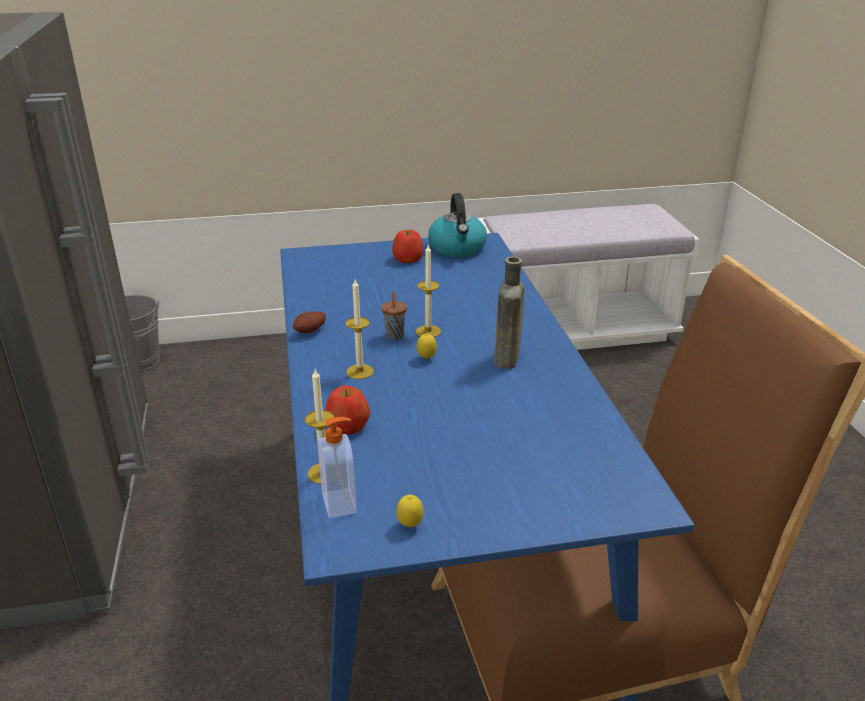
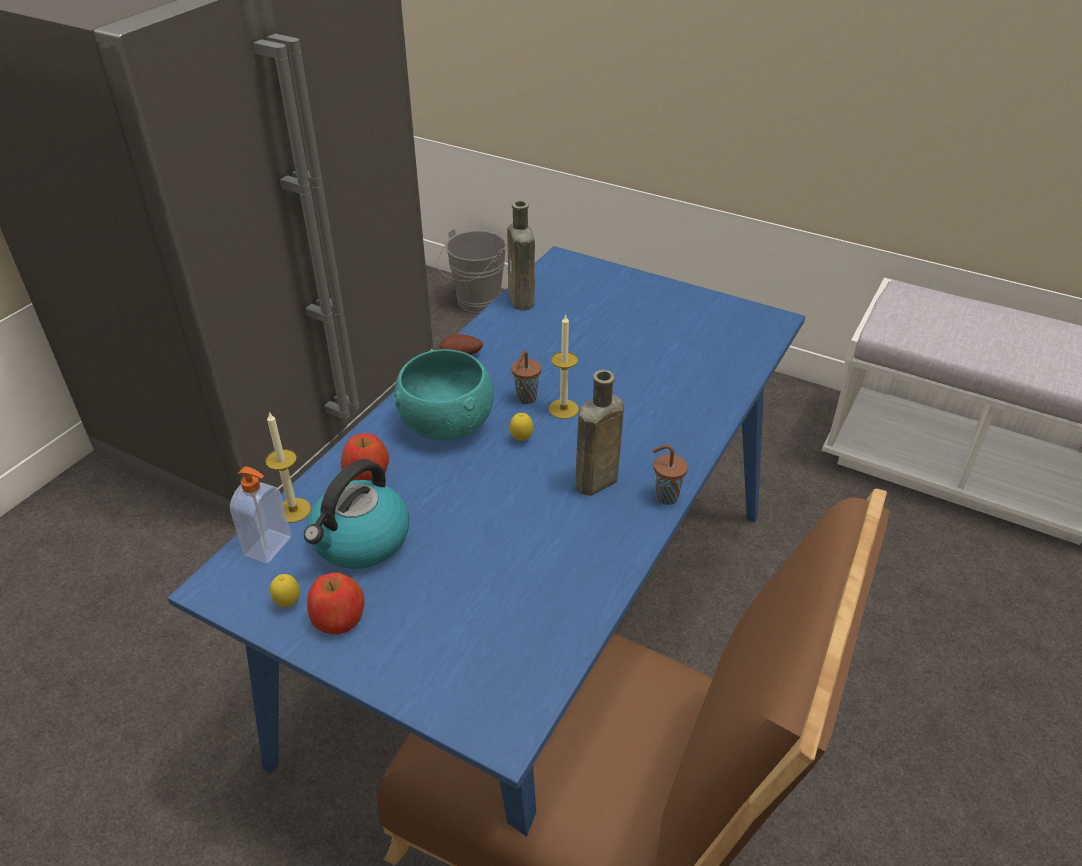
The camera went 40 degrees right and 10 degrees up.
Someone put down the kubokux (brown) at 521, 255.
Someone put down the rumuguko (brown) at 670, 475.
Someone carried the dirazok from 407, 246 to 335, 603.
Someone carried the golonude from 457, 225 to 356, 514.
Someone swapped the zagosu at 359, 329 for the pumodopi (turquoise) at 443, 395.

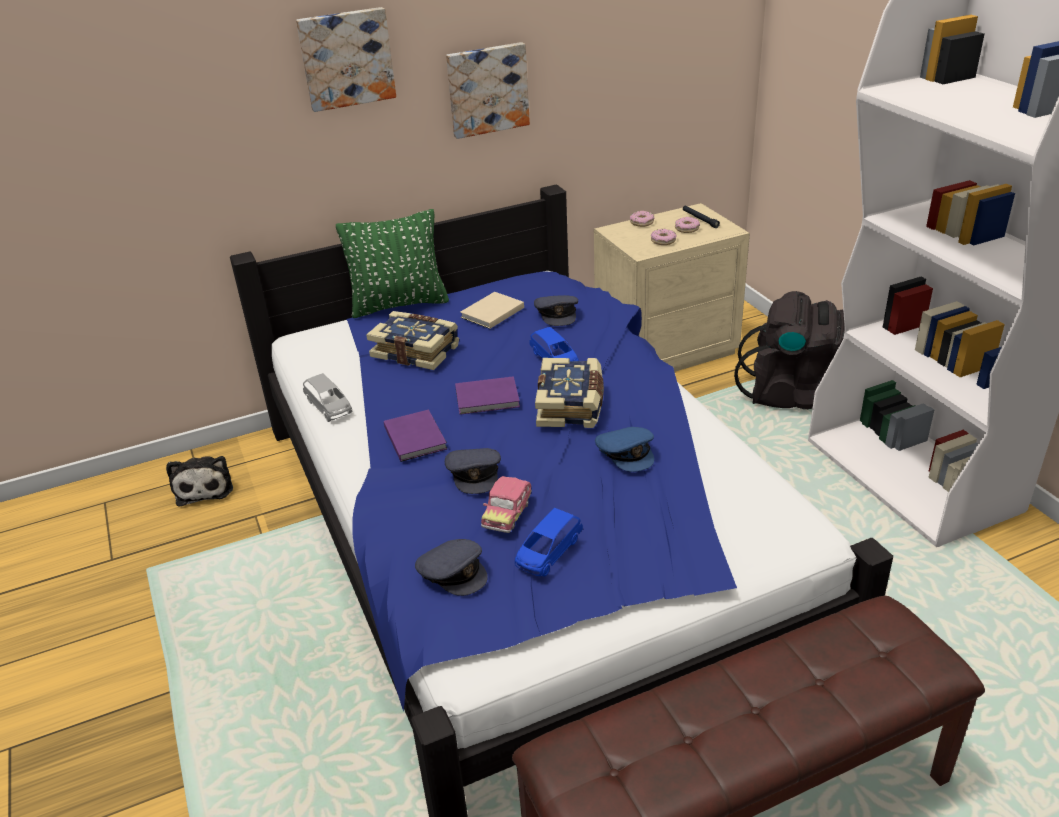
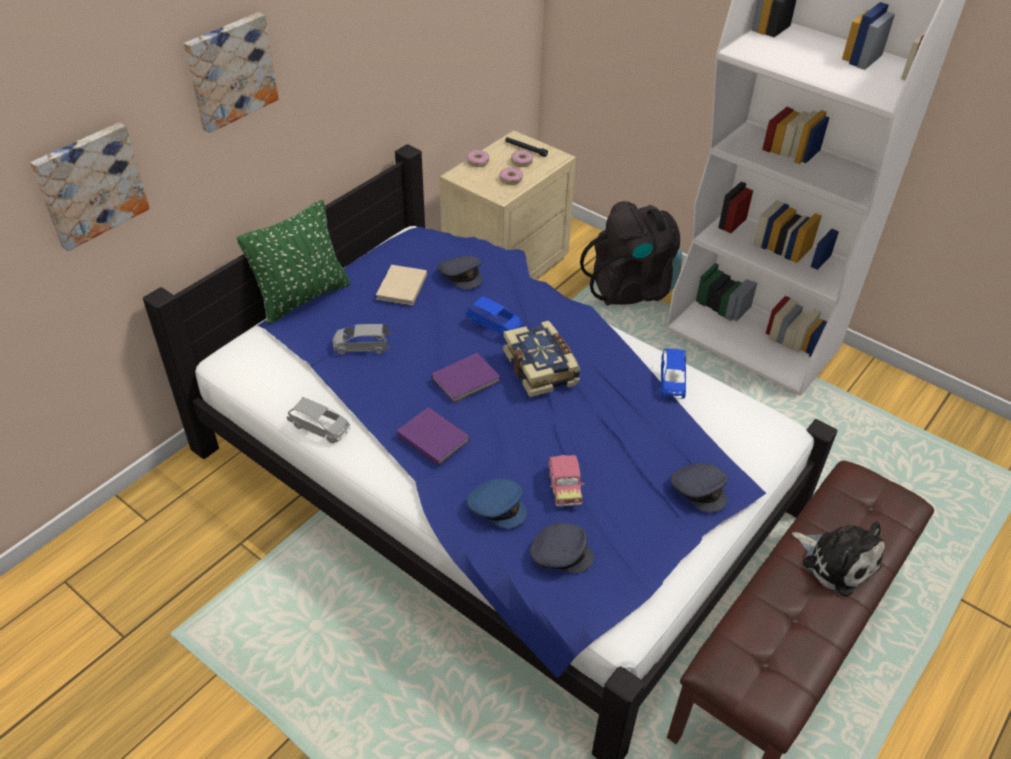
The camera went 30 degrees left and 10 degrees up.
Someone carried the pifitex from 199, 481 to 838, 559.
Someone carried the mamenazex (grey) from 473, 471 to 699, 487.
Someone carried the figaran from 488, 90 to 90, 186.
Someone carried the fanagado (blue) from 549, 542 to 673, 374.
Someone carried the mamenazex (blue) from 624, 449 to 497, 503.
Someone swapped the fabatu at 412, 340 for the fanagado (grey) at 362, 339.

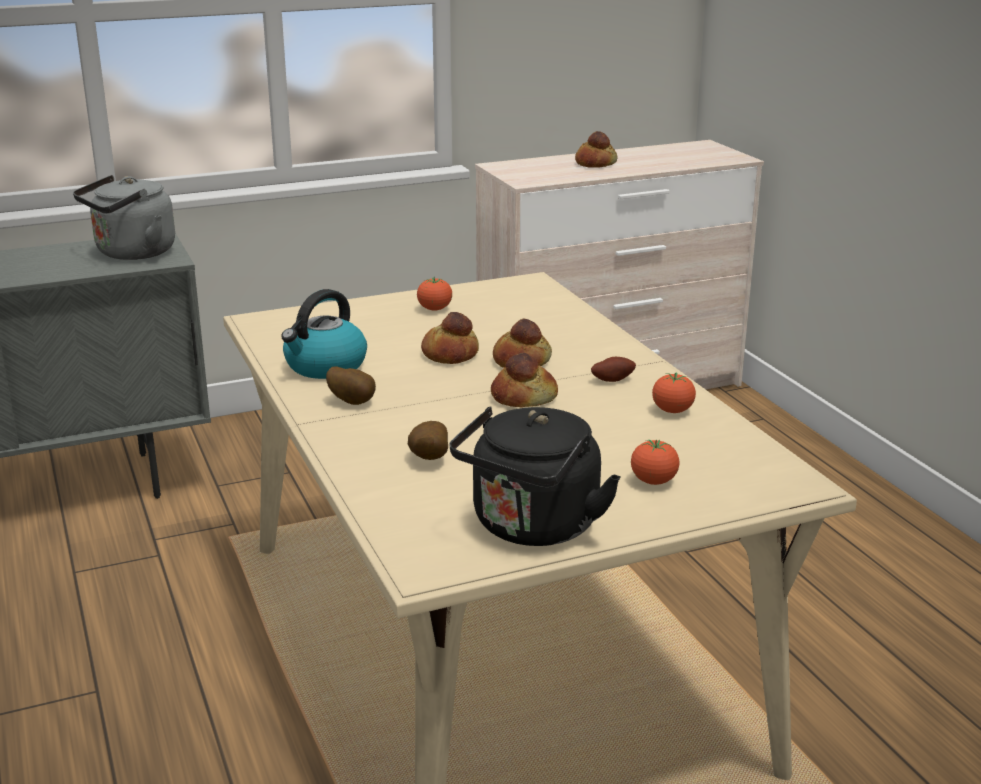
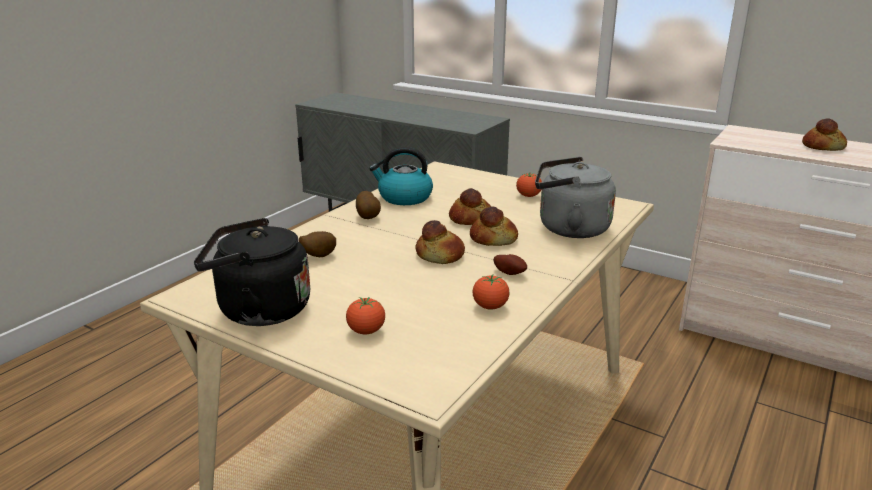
The camera went 55 degrees right and 0 degrees up.
Someone carried the golonude (grey) from 124, 217 to 575, 197.

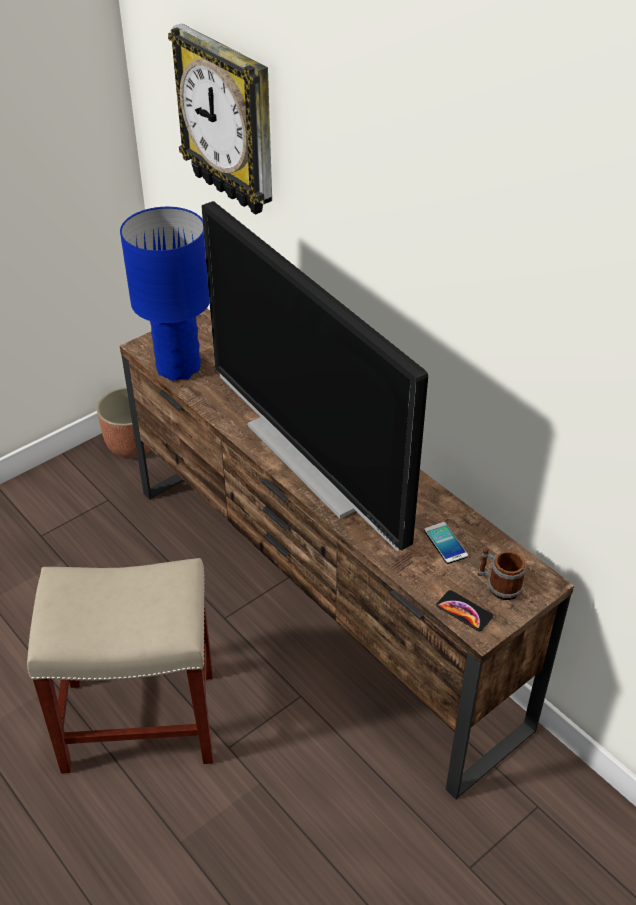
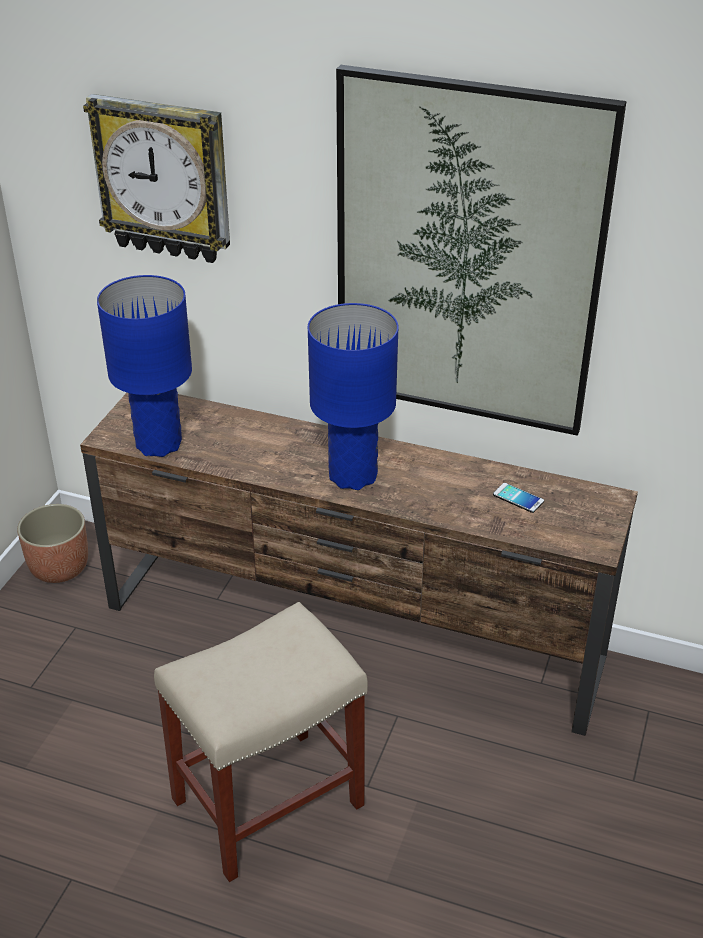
The camera went 30 degrees left and 5 degrees down.
Someone took away the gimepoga at 464, 610.
Someone took away the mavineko at 501, 573.
Someone put up the figaran at 481, 250.
Someone swapped the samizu at 315, 376 for the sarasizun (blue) at 353, 396.

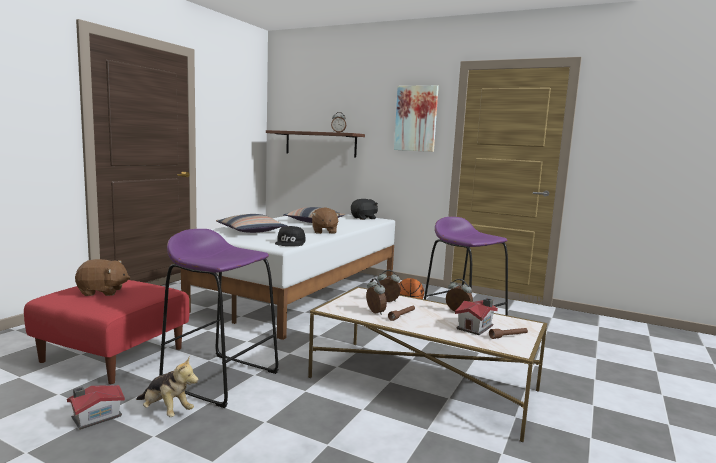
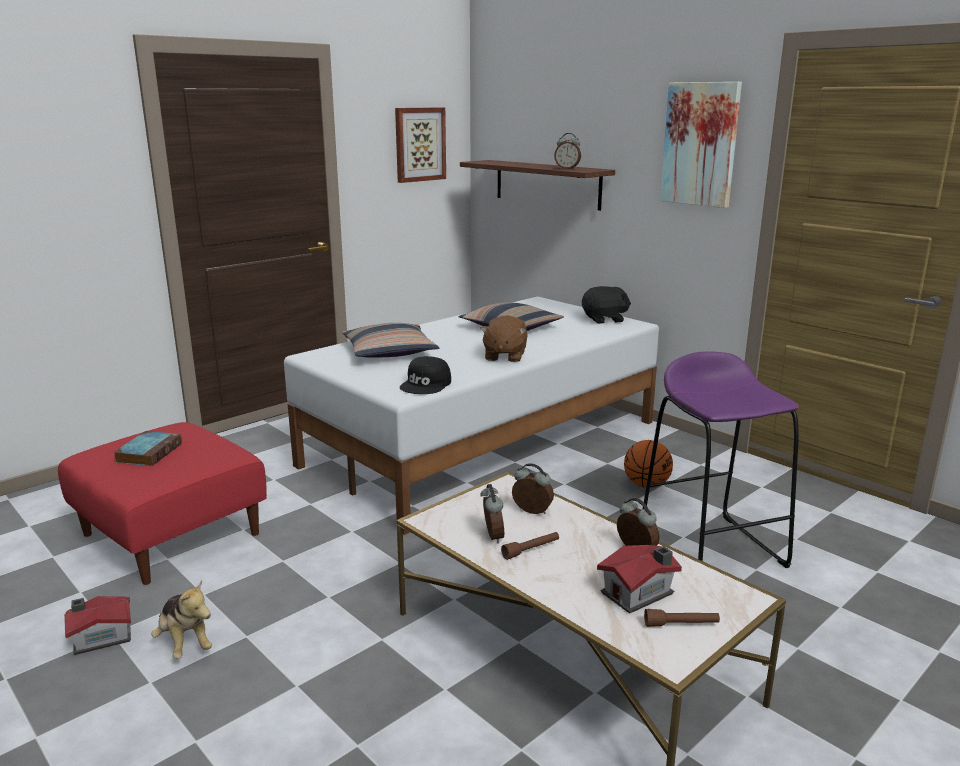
The camera went 20 degrees right and 10 degrees up.
Someone took away the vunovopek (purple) at 218, 318.
Someone put up the figaran at 420, 145.
Someone swapped the pifitex (brown) at 102, 277 for the fabatu at 148, 448.

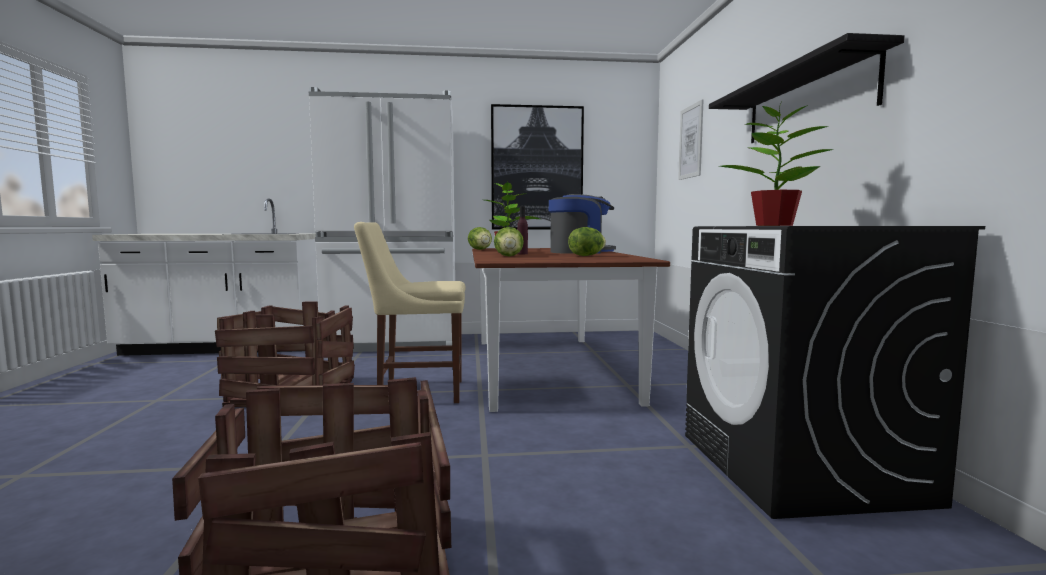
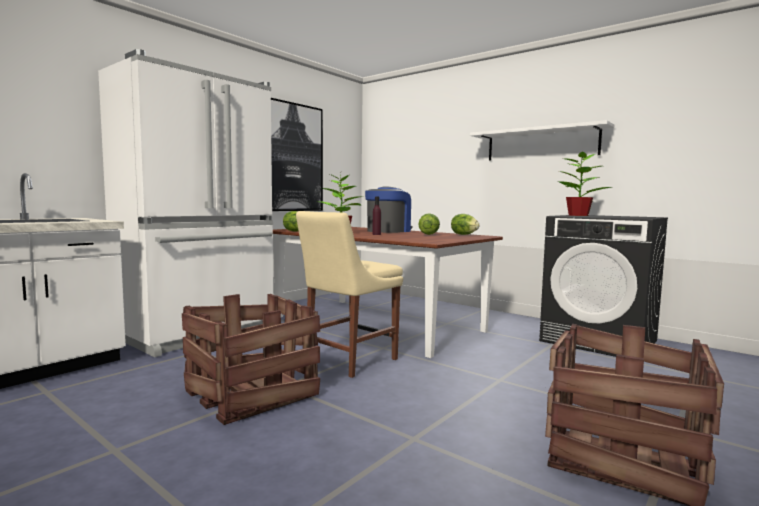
The camera went 45 degrees left and 0 degrees up.
Someone took away the figaran at 691, 140.
Someone carried the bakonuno from 509, 241 to 465, 224.
Someone repainted the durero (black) at 807, 88, which became the durero (white) at 542, 140.

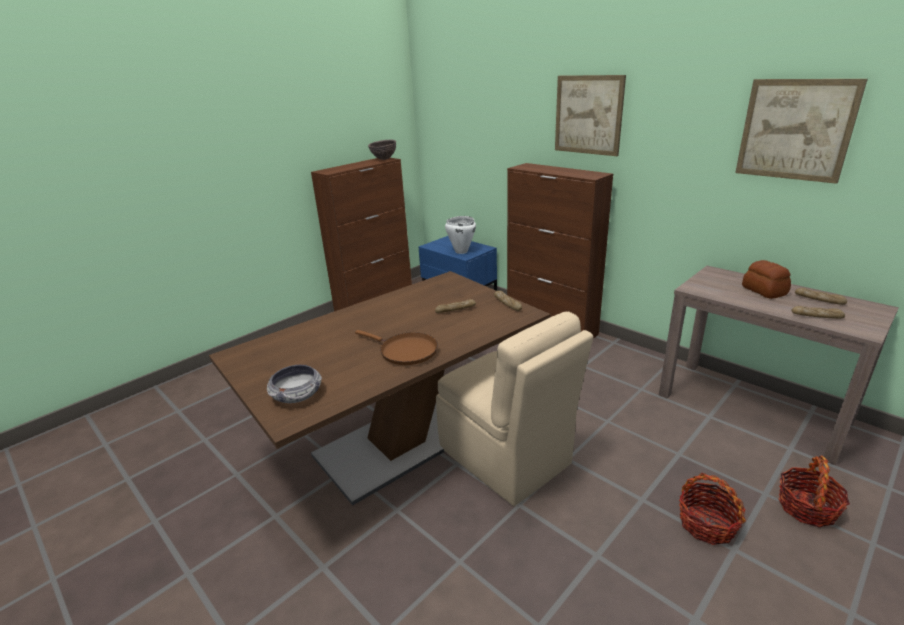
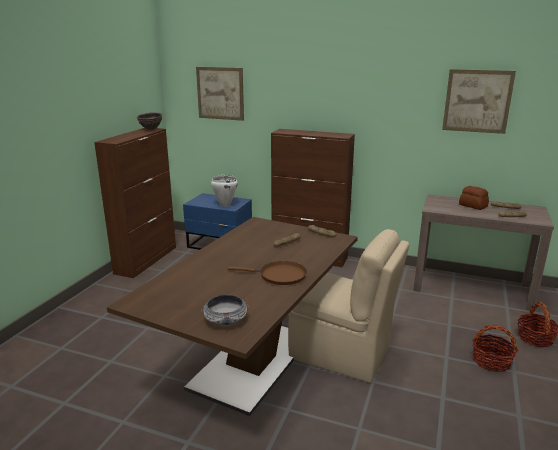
The camera went 25 degrees left and 5 degrees down.
Someone carried the figaran from 590, 115 to 220, 94.

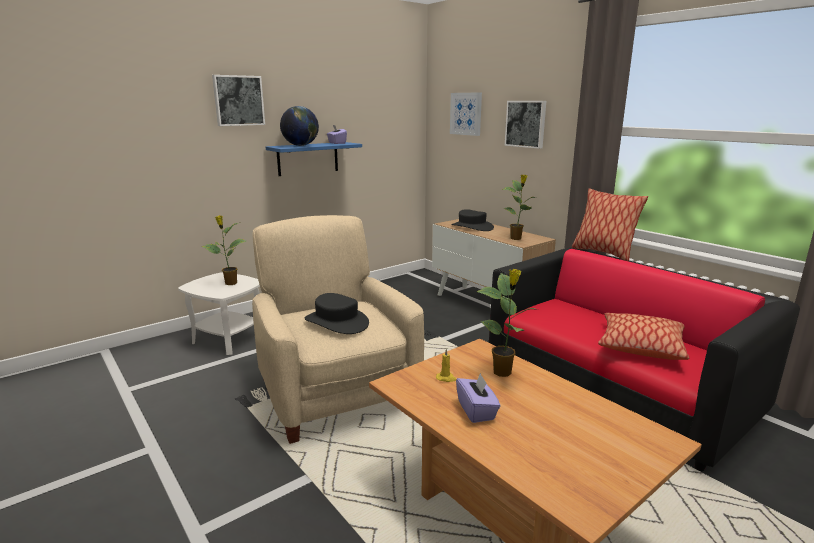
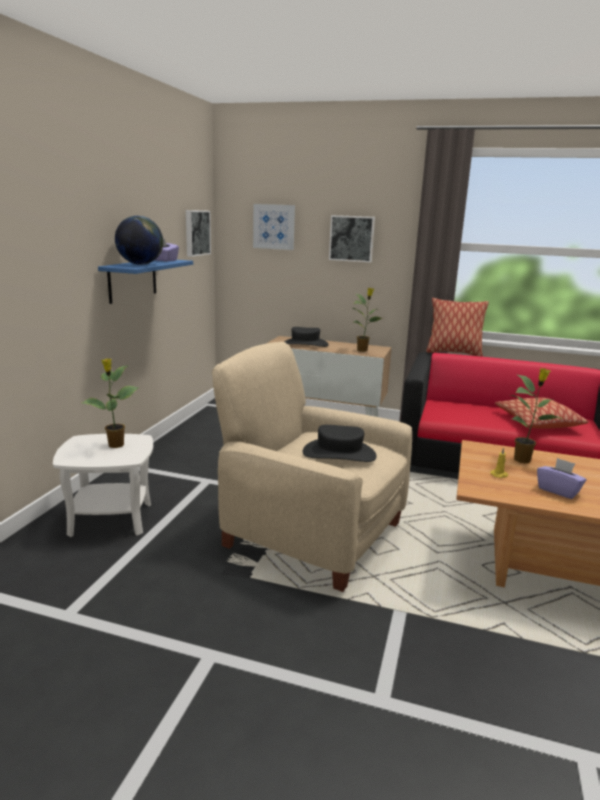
The camera went 35 degrees left and 0 degrees up.
Someone carried the figaran from 238, 100 to 198, 233.

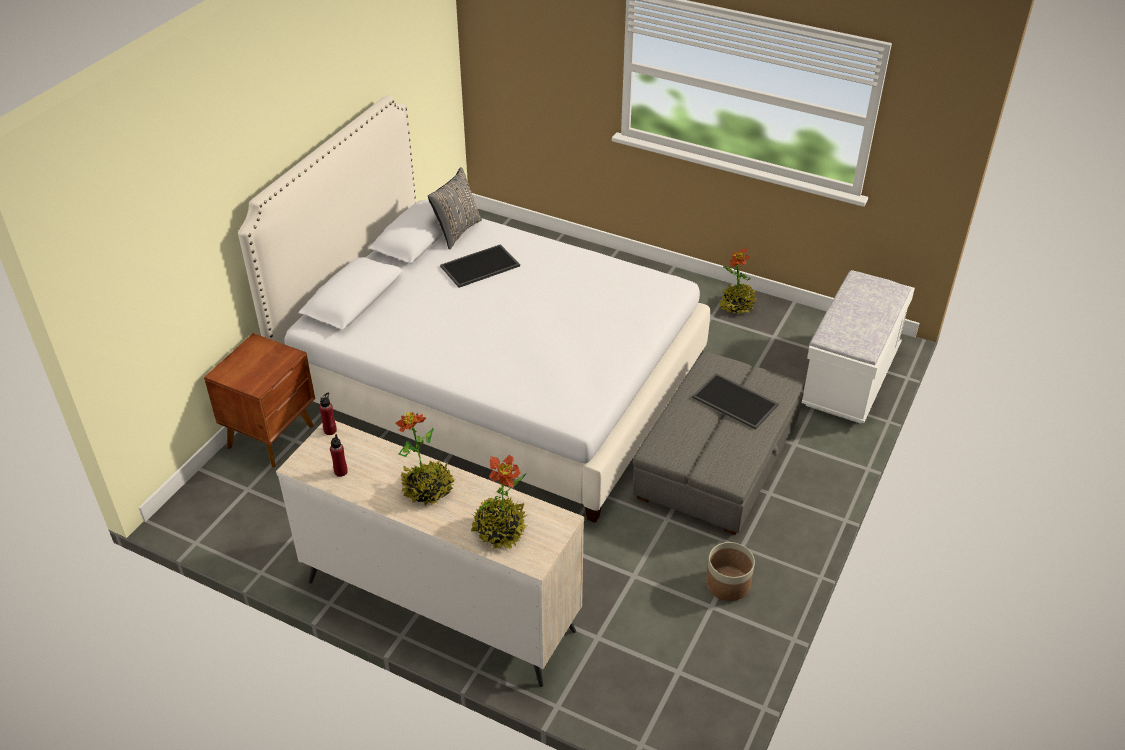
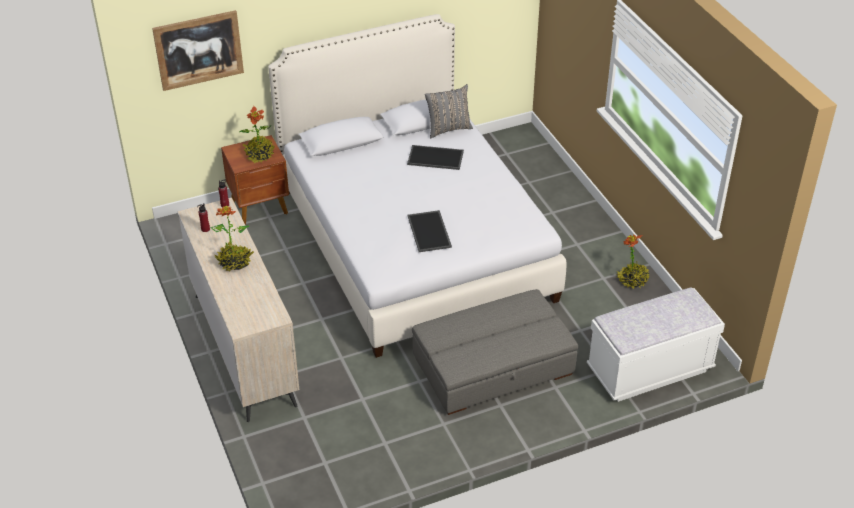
The camera went 40 degrees right and 0 degrees up.
Someone took away the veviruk at 730, 571.
Someone put up the figaran at 198, 50.
Someone carried the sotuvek from 499, 502 to 257, 134.
Someone carried the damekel from 735, 401 to 430, 231.

